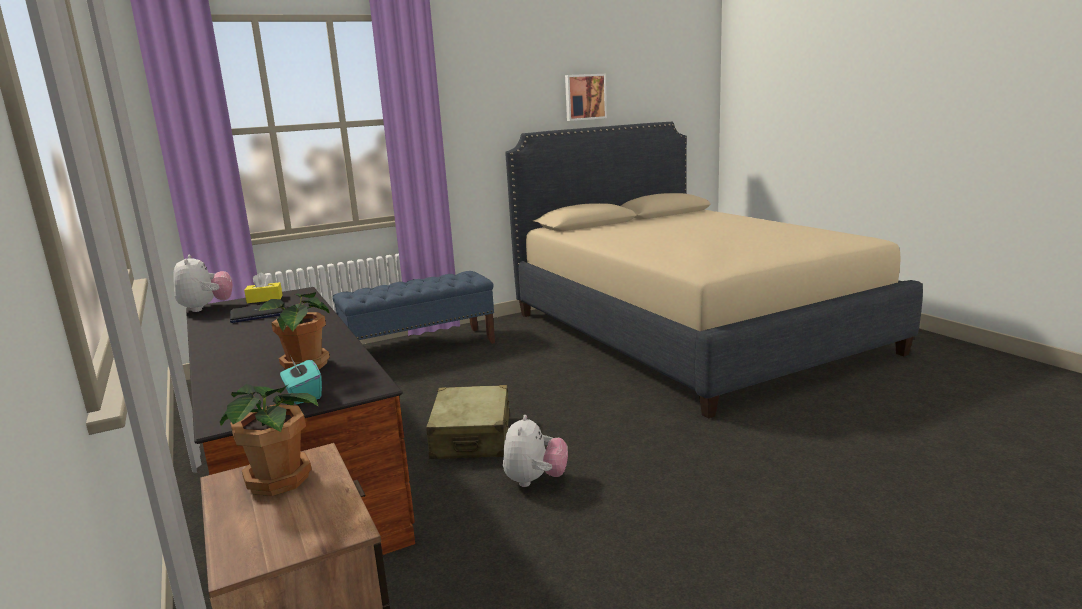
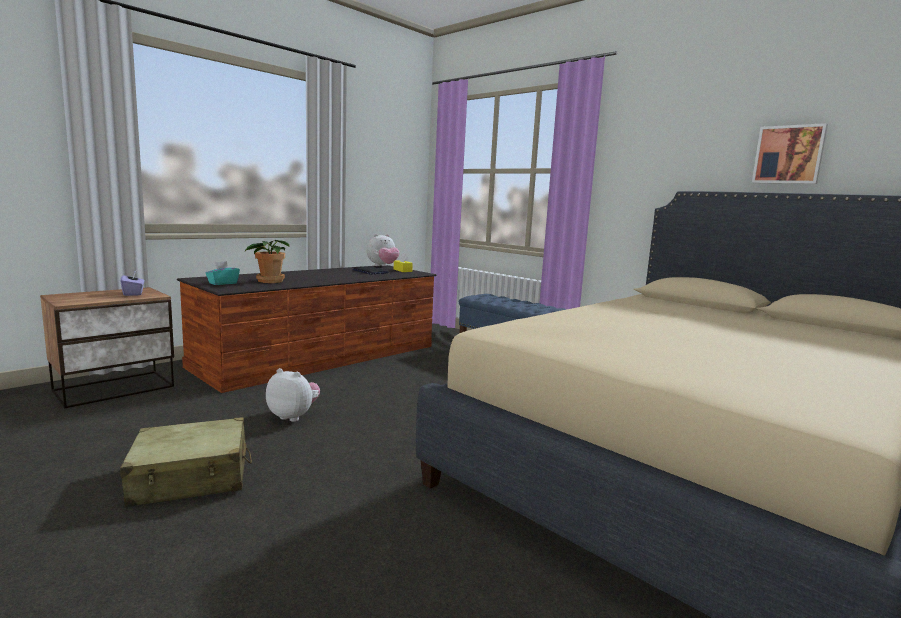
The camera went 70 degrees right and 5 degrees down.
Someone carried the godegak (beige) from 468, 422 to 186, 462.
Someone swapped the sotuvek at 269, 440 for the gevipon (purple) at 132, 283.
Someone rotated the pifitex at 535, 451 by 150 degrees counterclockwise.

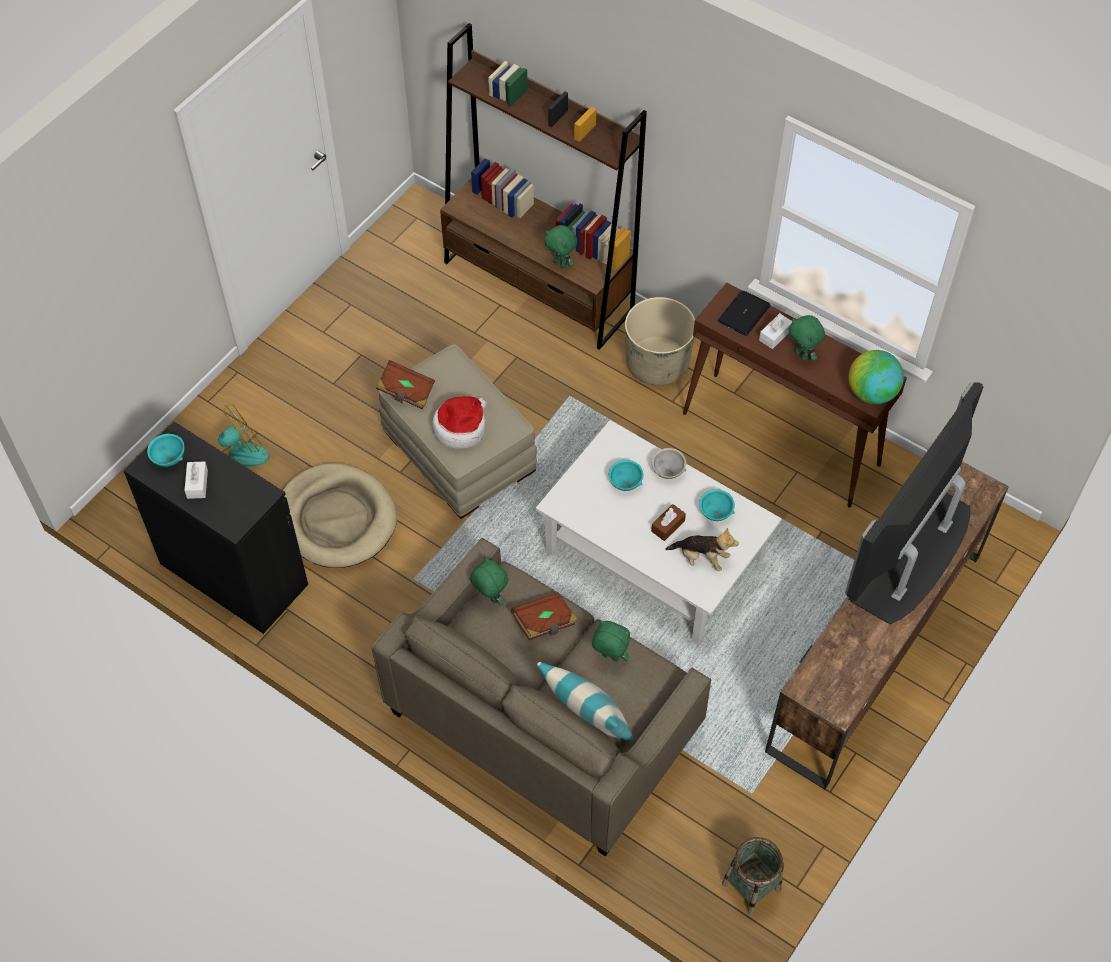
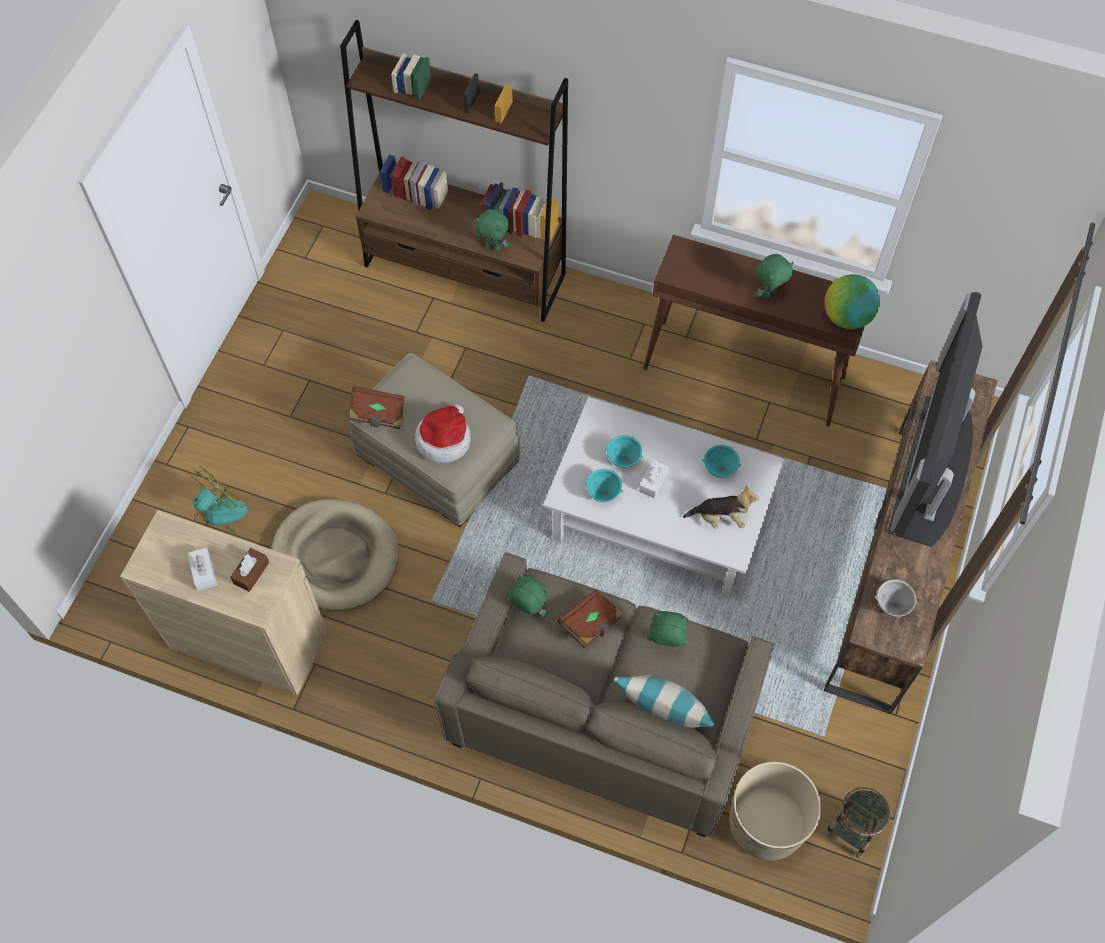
The camera went 15 degrees left and 5 degrees up.
Someone took away the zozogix at 744, 313.
Someone carried the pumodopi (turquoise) from 165, 450 to 604, 485.
Someone carried the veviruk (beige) from 660, 341 to 775, 811.
Someone carried the pumodopi (grey) from 668, 463 to 896, 598.
Someone carried the gevipon (brown) from 668, 522 to 249, 570.
Someone carried the gevipon (white) from 775, 331 to 654, 479.
Someone repainted the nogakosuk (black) at 215, 527, which became the nogakosuk (beige) at 224, 602.
Someone rotated the pifitex (green) at 806, 338 by 75 degrees counterclockwise.

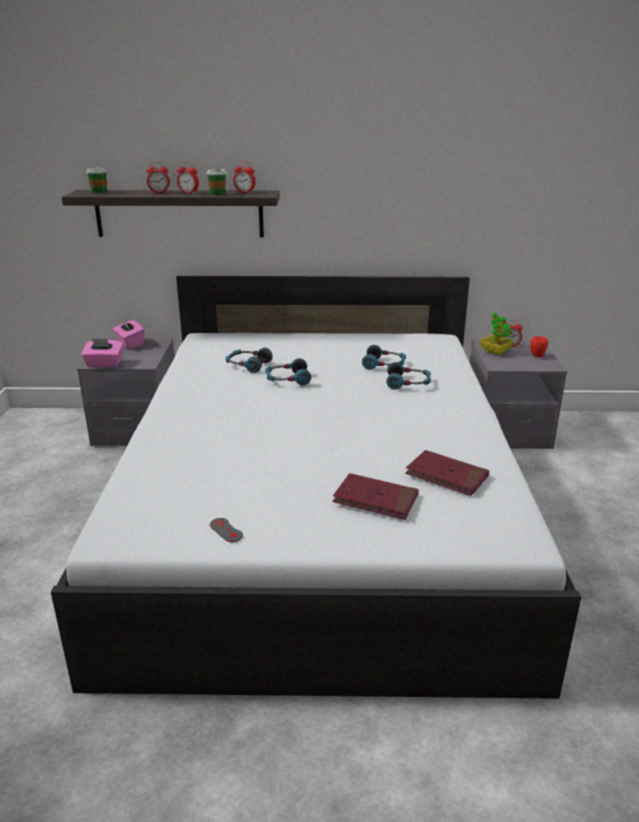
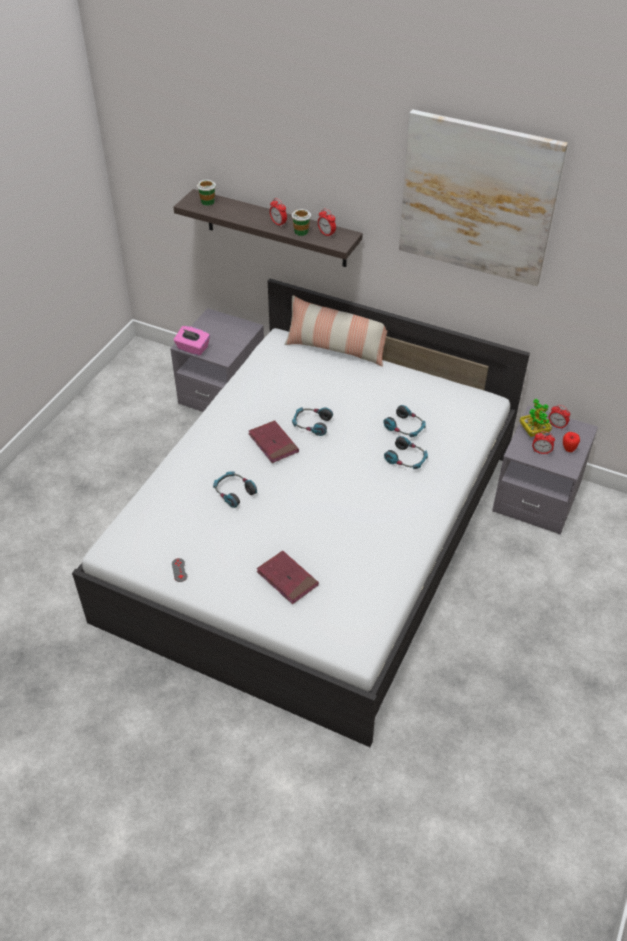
The camera went 25 degrees right and 20 degrees up.
Someone took away the gevipon (pink) at 129, 333.
Someone put down the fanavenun at 336, 331.
Someone put up the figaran at 483, 197.
Someone carried the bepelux from 158, 177 to 543, 443.
Someone carried the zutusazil from 249, 360 to 235, 489.
Someone carried the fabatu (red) from 447, 473 to 274, 441.

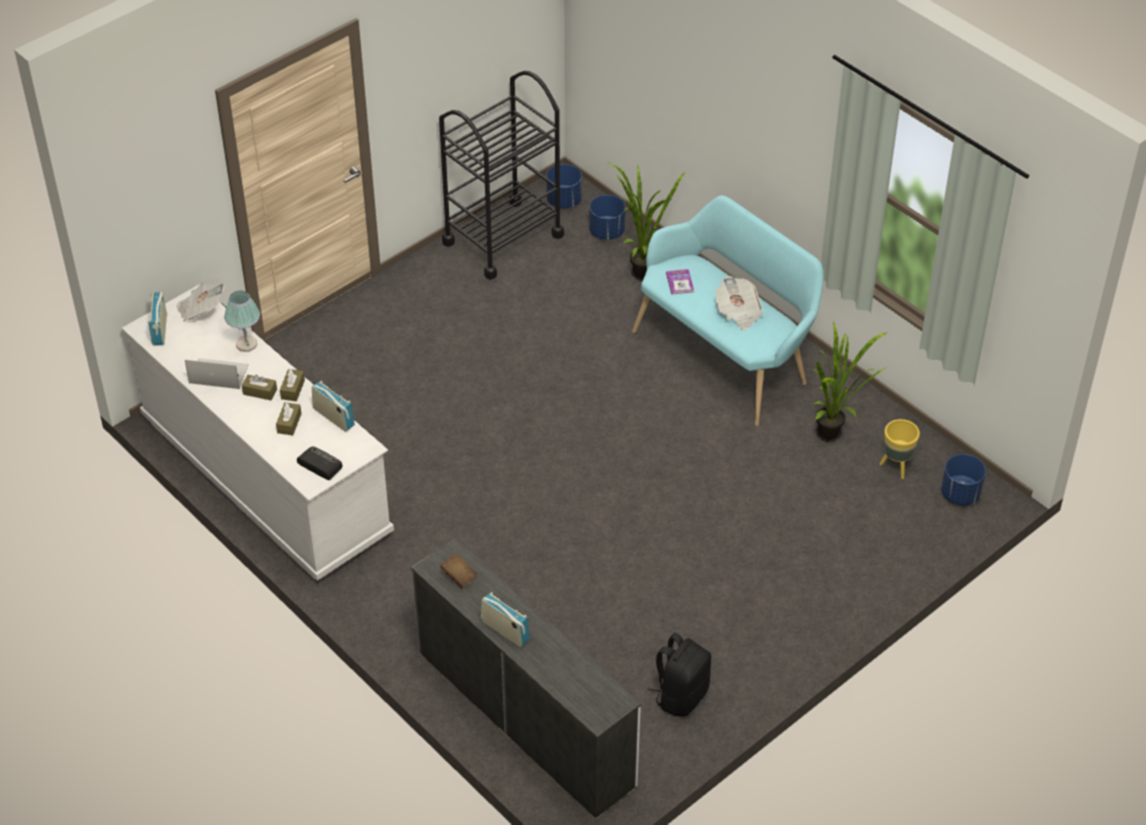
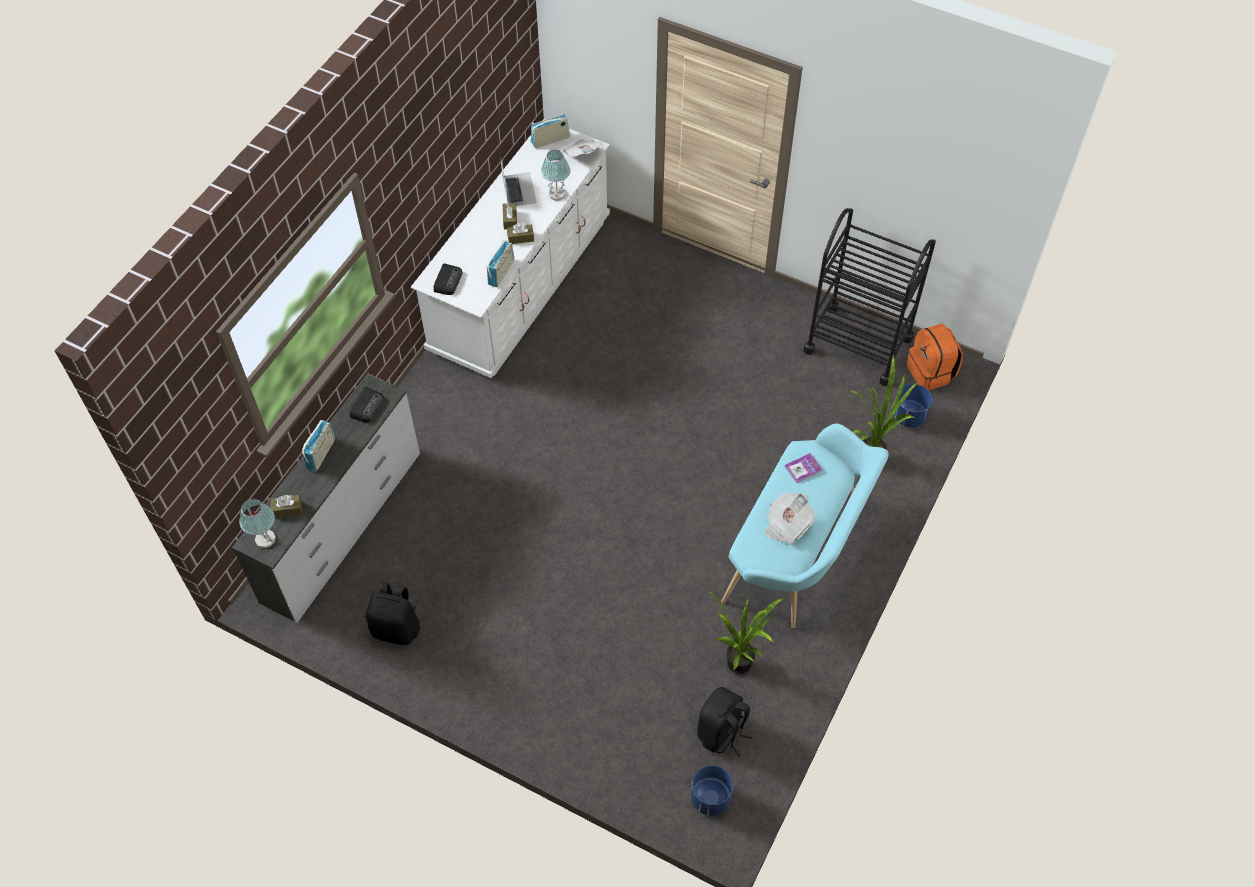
The camera went 70 degrees right and 10 degrees up.
Someone put down the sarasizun at 257, 523.
Someone carried the gevipon (brown) from 288, 419 to 286, 506.
Someone swapped the fabatu (brown) at 459, 570 for the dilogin at 367, 405.
Someone swapped the veviruk (blue) at 564, 186 for the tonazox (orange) at 935, 357.
Someone swapped the veviruk (yellow) at 900, 449 for the tonazox (black) at 724, 722.

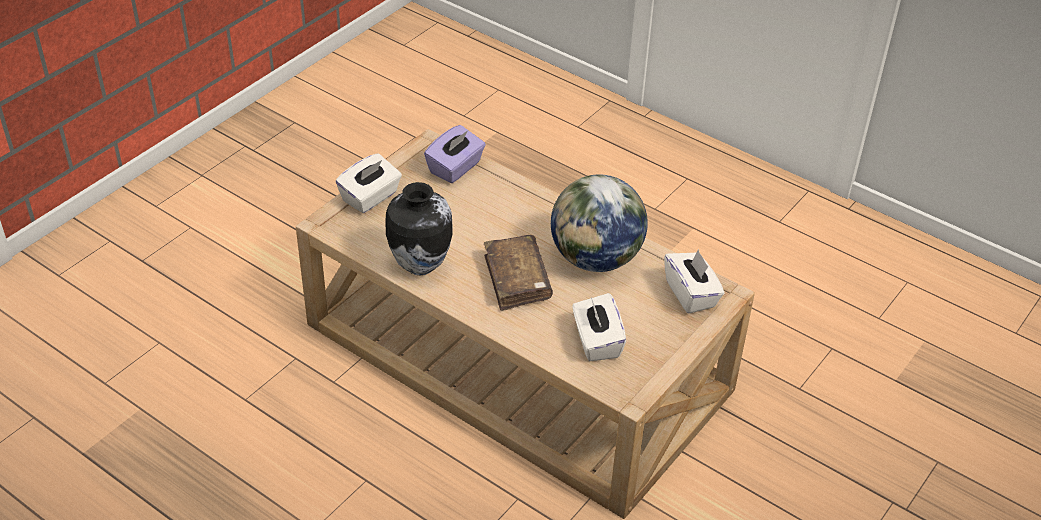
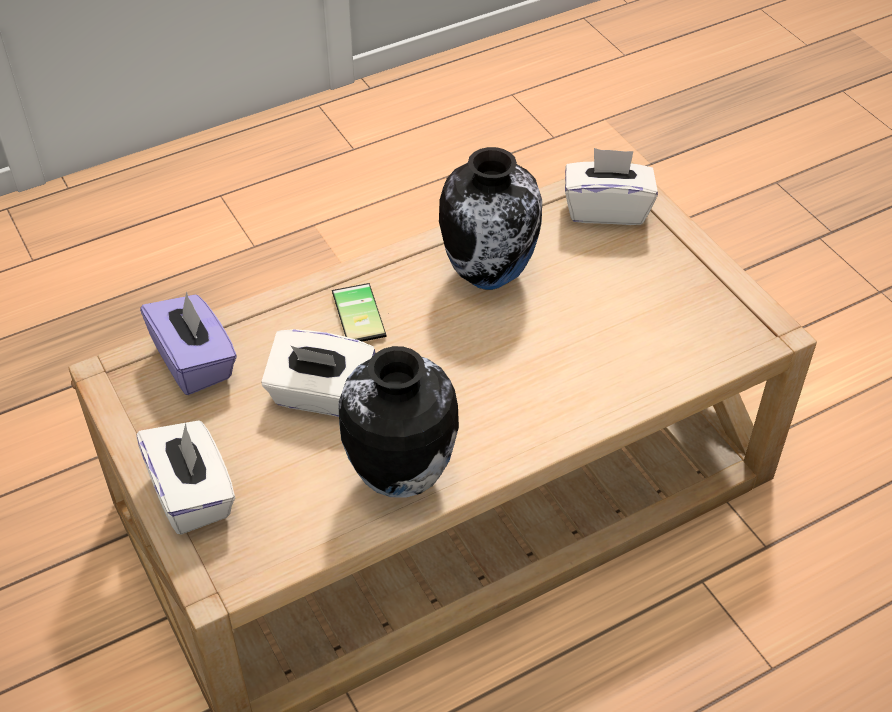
The camera went 65 degrees left and 5 degrees up.
Someone took away the fabatu (brown) at 518, 273.
Someone put down the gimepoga at 360, 312.
Someone carried the gevipon (white) from 599, 327 to 318, 373.
Someone swapped the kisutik at 599, 223 for the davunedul at 490, 218.

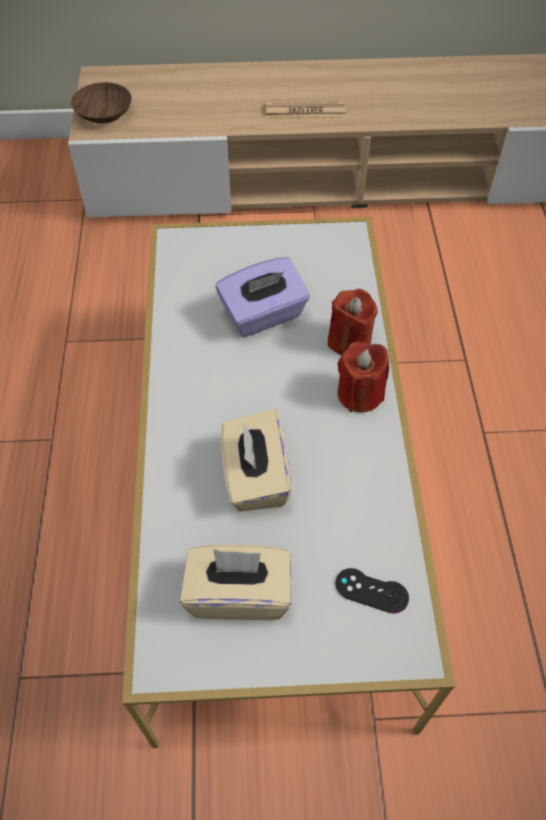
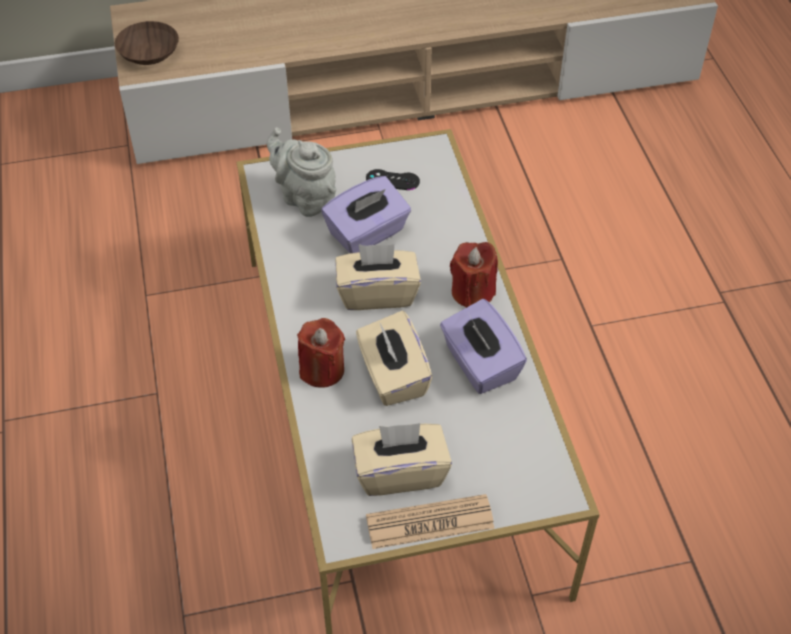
The camera went 10 degrees left and 5 degrees down.
Someone put down the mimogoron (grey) at 301, 172.
Someone put down the gevipon (beige) at 378, 277.
Someone put down the gevipon (purple) at 483, 346.
Someone carried the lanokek from 306, 109 to 430, 521.
Someone carried the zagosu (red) from 353, 322 to 321, 353.
Someone carried the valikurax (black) from 372, 591 to 393, 179.

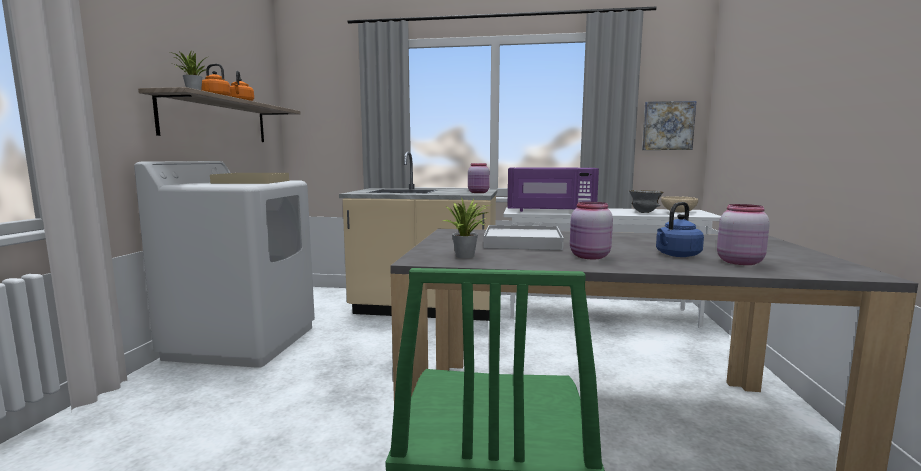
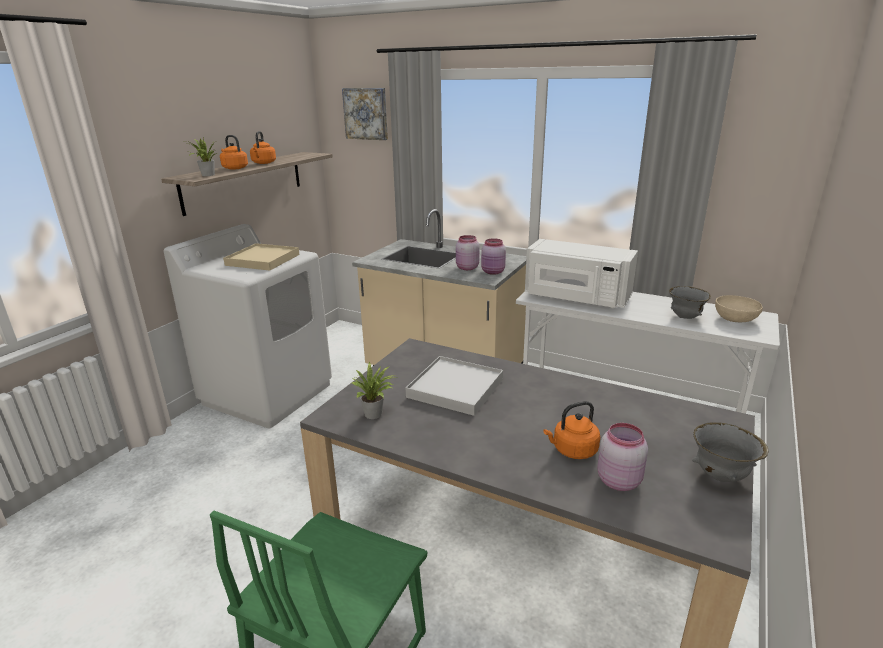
The camera went 20 degrees right and 15 degrees up.
Someone put down the pumodopi (grey) at 730, 452.
Someone carried the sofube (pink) from 591, 230 to 468, 252.
Someone carried the figaran from 669, 125 to 365, 114.
Someone repainted the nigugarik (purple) at 553, 189, which became the nigugarik (white) at 581, 273.
Someone repainted the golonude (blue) at 680, 229, which became the golonude (orange) at 571, 430.

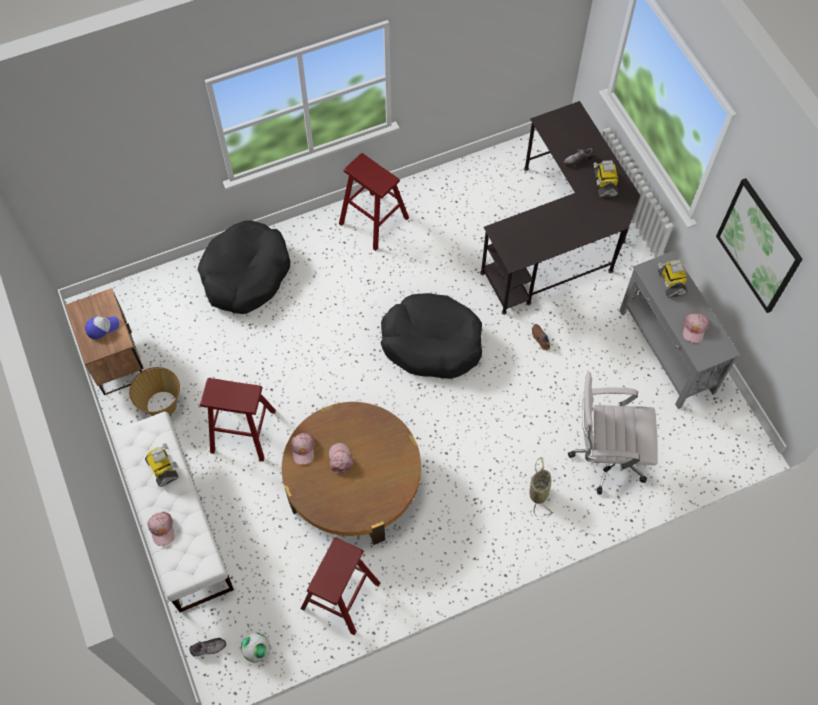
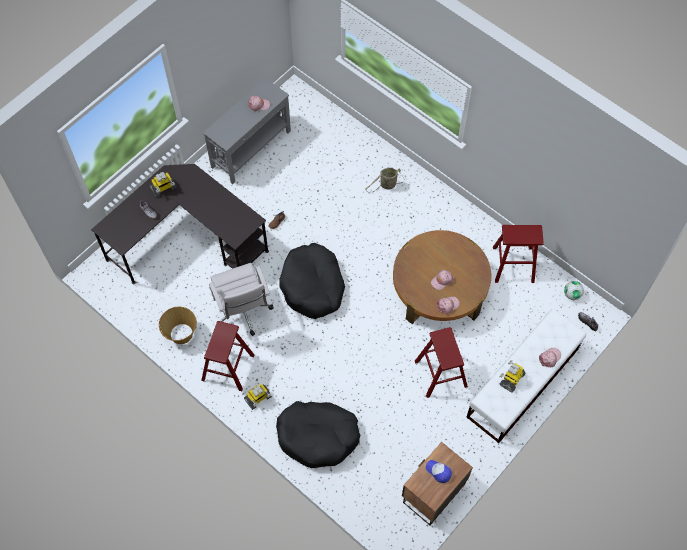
The camera went 115 degrees left and 0 degrees up.
Someone took away the figaran at 759, 245.
Someone carried the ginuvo from 154, 391 to 178, 325.
Someone carried the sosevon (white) from 613, 433 to 241, 299.
Someone carried the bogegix from 673, 279 to 258, 397.

